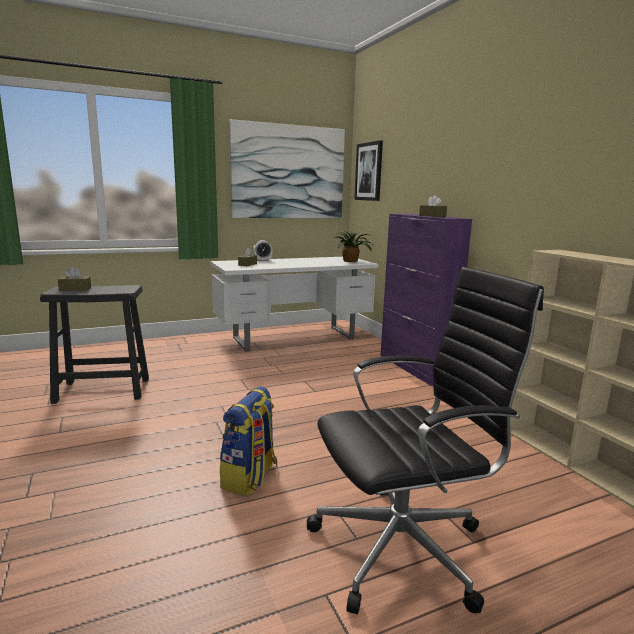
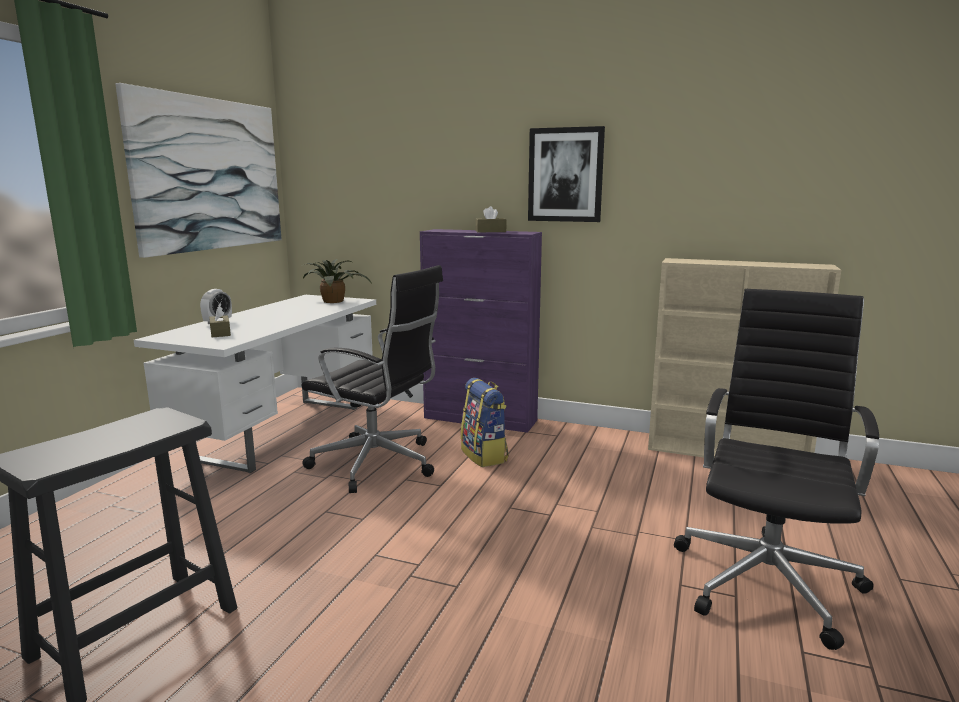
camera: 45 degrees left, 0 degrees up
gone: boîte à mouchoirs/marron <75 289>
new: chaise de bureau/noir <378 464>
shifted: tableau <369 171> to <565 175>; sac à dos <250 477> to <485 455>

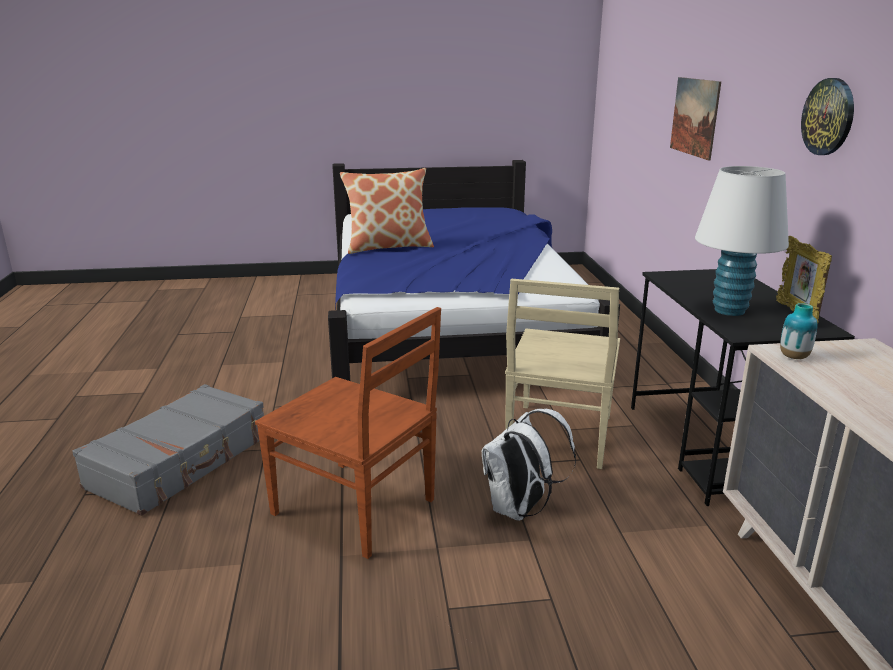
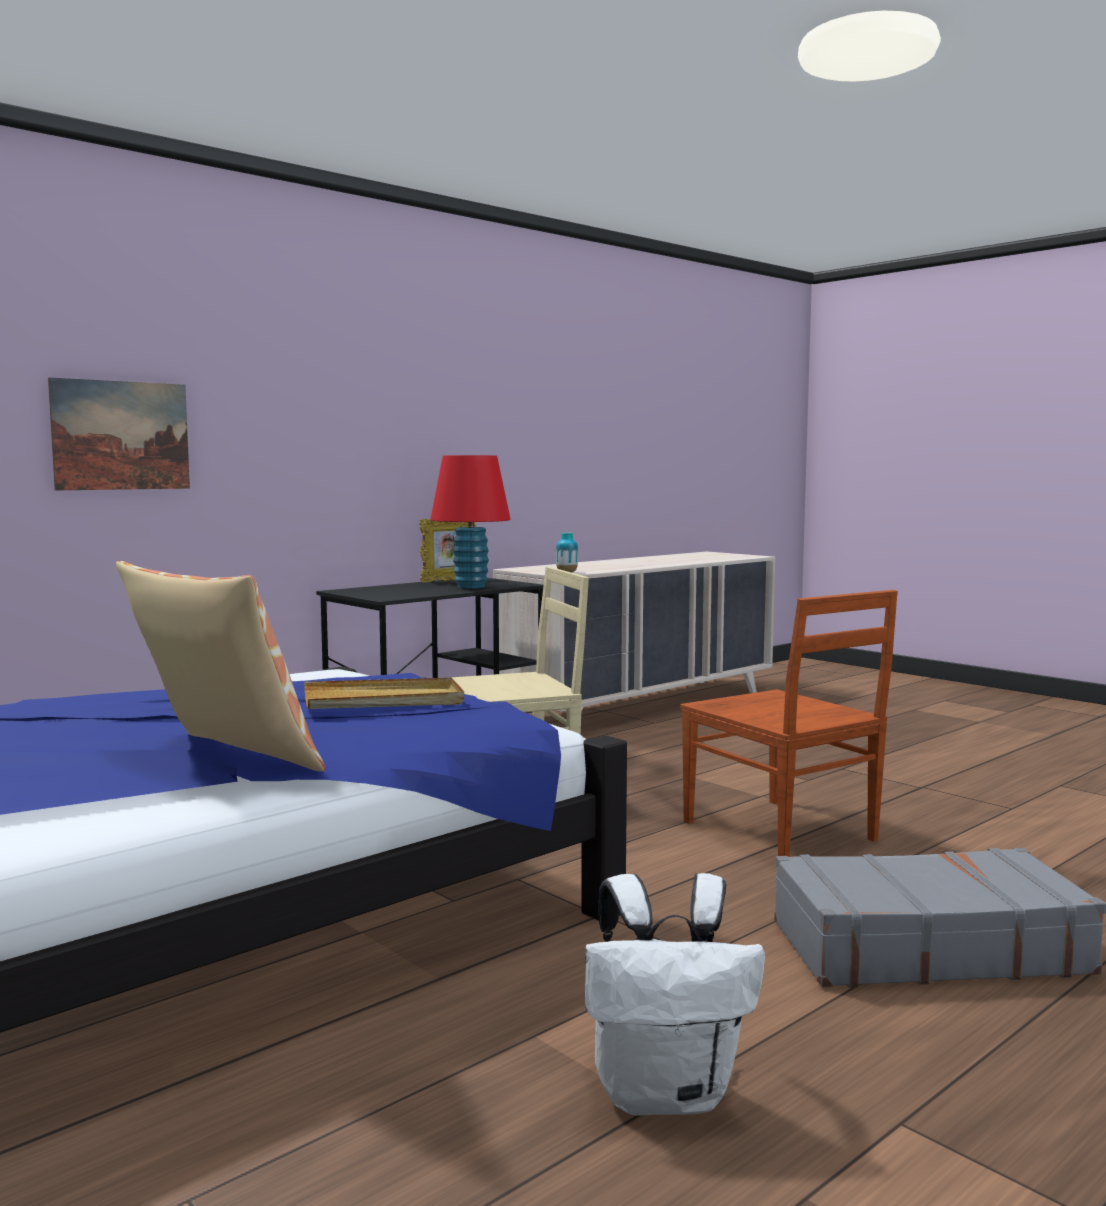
camera: 125 degrees left, 15 degrees down
gone: horloge murale <828 117>
new: plateau/beige <384 700>
shifted: sac à dos/blanc <520 509> to <666 1093>
repainted: lampe de table/blanc <729 311> to lampe de table/rouge <471 587>
rotated: chaise/marron <356 508> = <781 832> 150 degrees clockwise

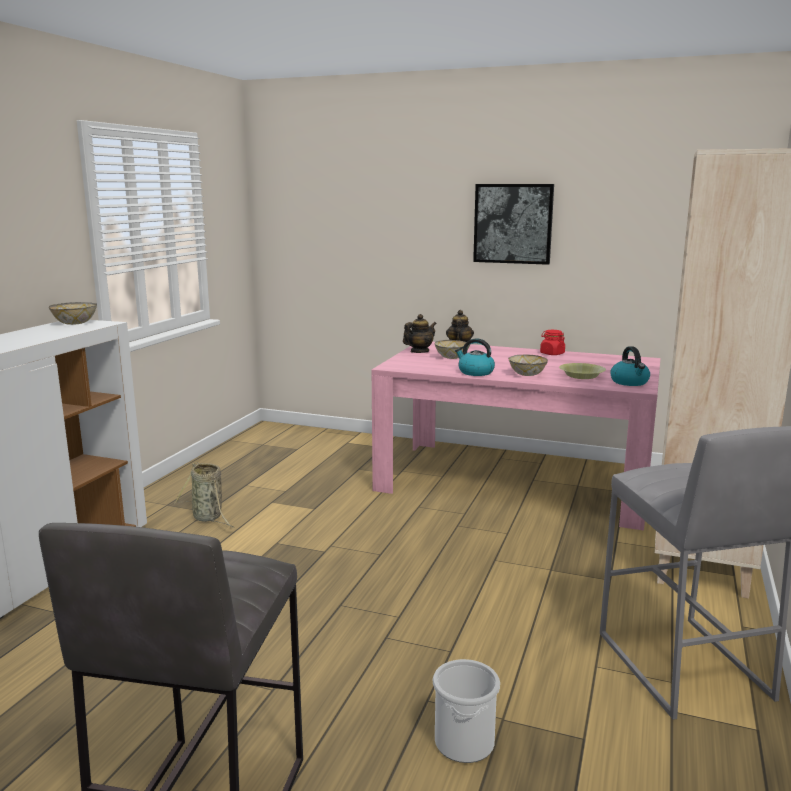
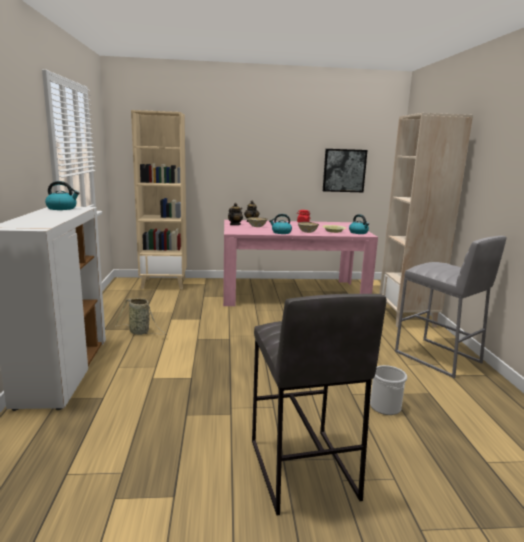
camera: 25 degrees left, 0 degrees up
new: bibliothèque/beige <164 283>
shifted: tableau <513 223> to <344 170>
swapped: bol <75 323> to bouilloire <62 208>

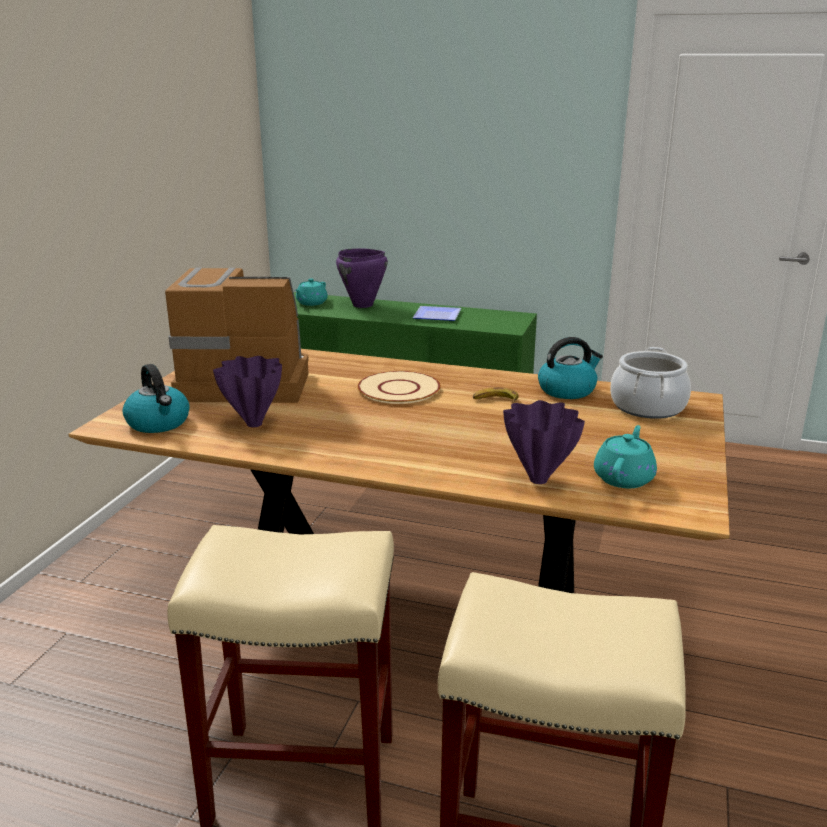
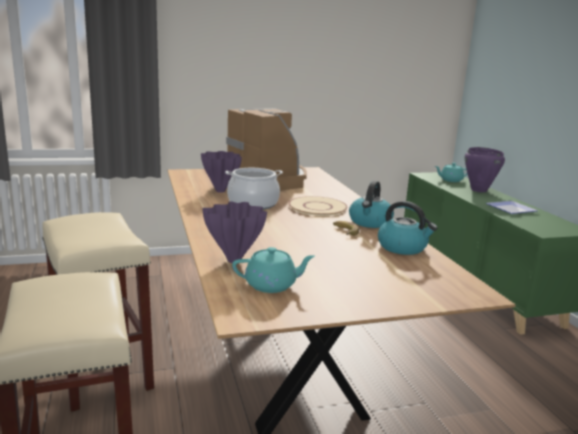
camera: 55 degrees right, 5 degrees down
shifted: marmite <647 407> to <253 204>; bouilloire <159 423> to <370 222>

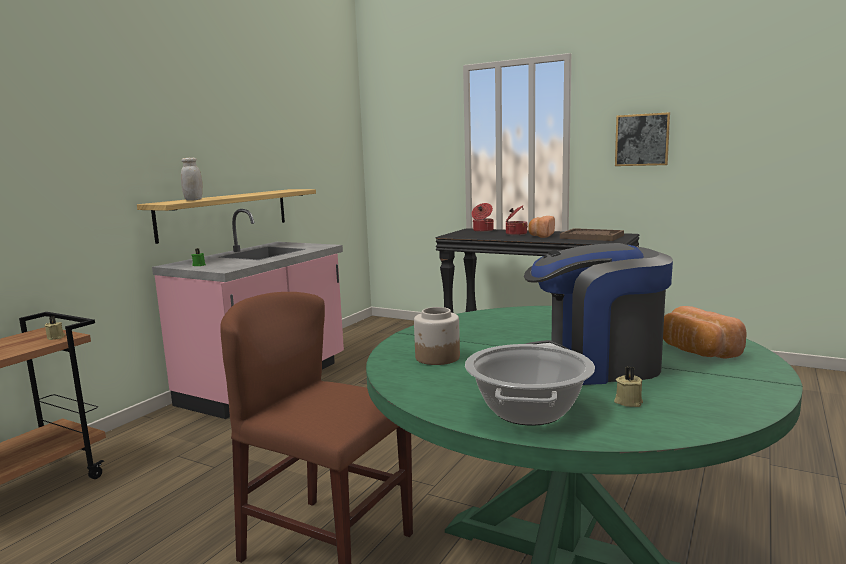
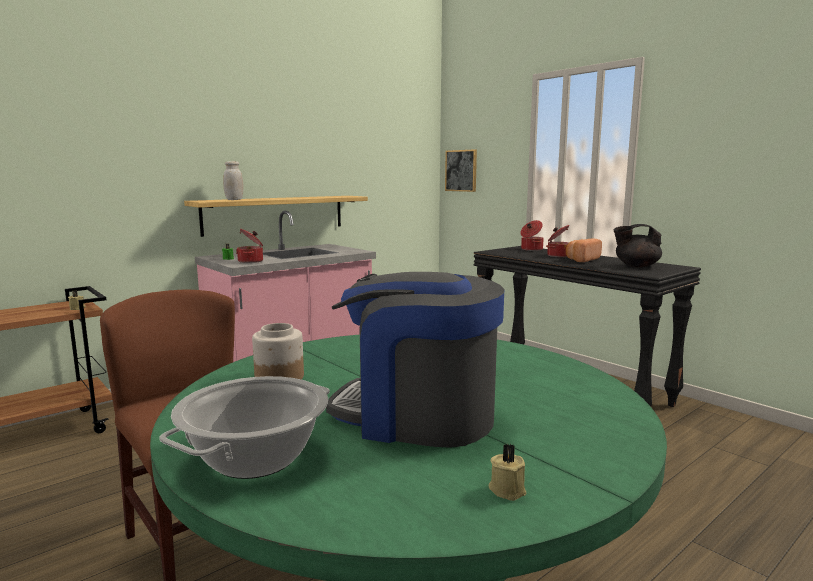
camera: 20 degrees right, 0 degrees up
gone: pain <696 351>
new: marmite <251 261>
shifted: tableau <642 140> to <461 170>; bougie/beige <628 401> to <507 489>
swapped: plateau/marron <591 237> to théière/noir <636 266>

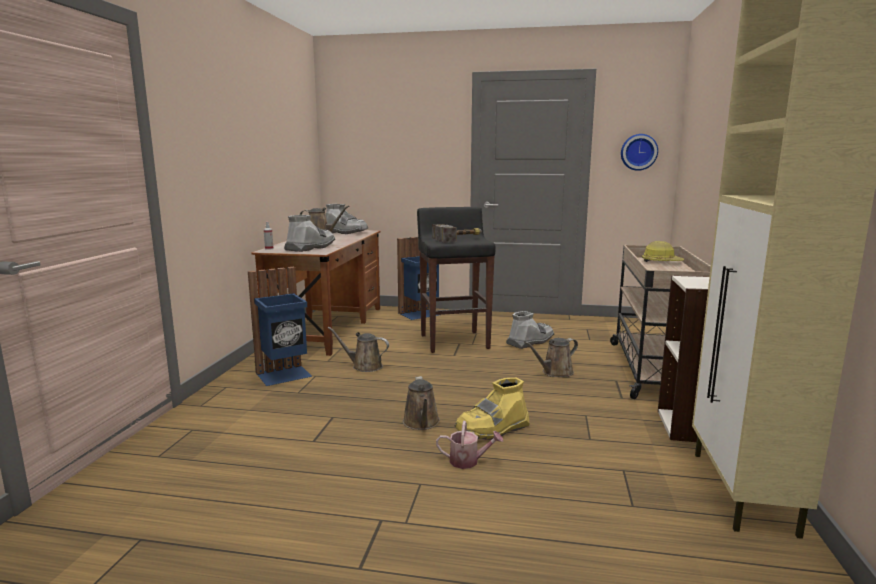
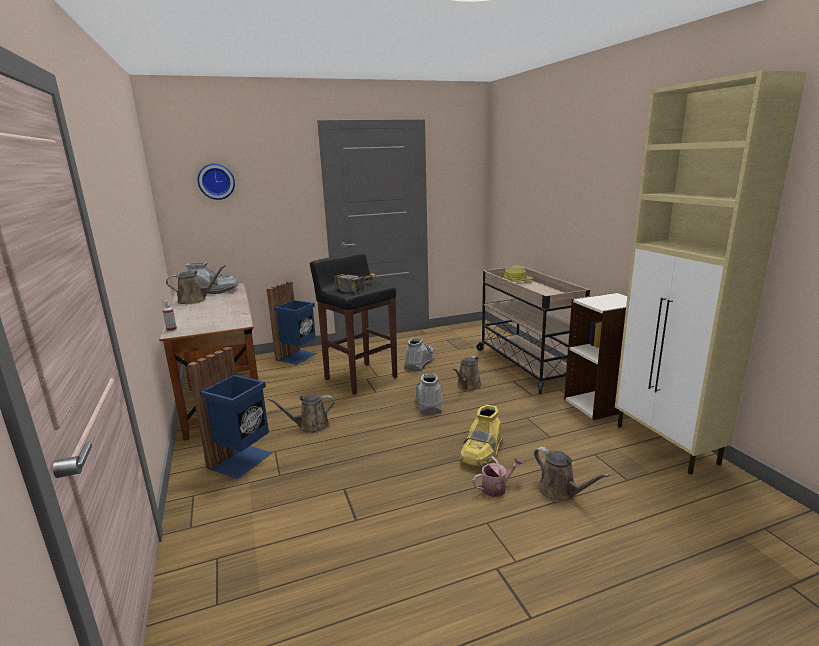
camera: 30 degrees left, 5 degrees up
shifted: horloge murale <638 152> to <216 181>; botte/gris <310 247> to <429 401>; arrosoir/marron <421 423> to <560 492>

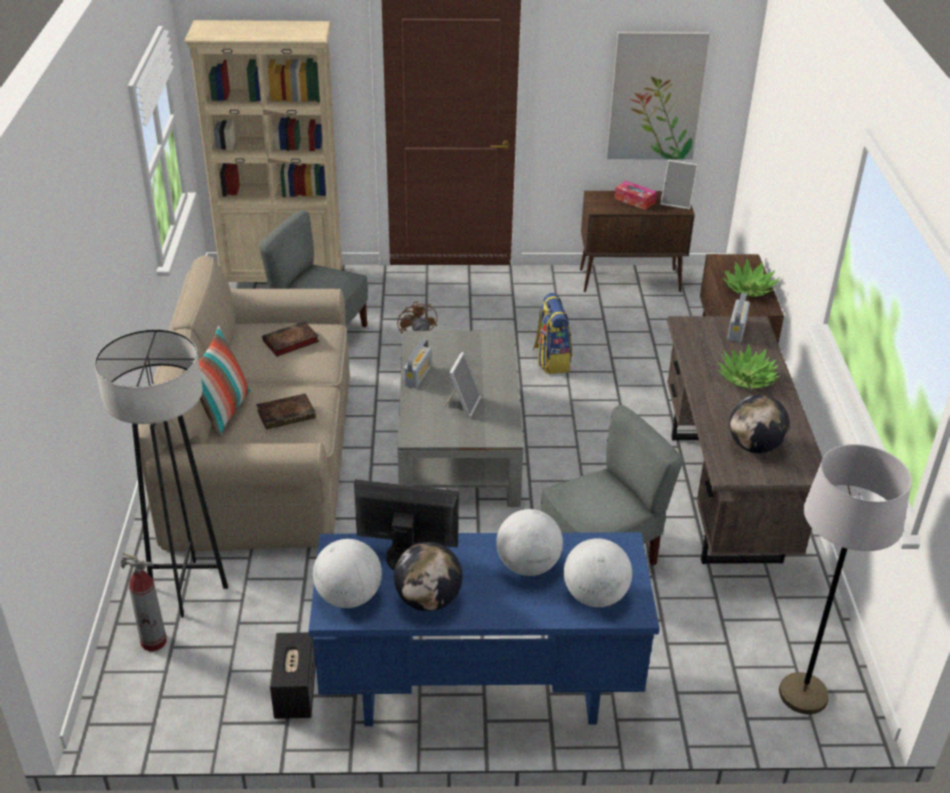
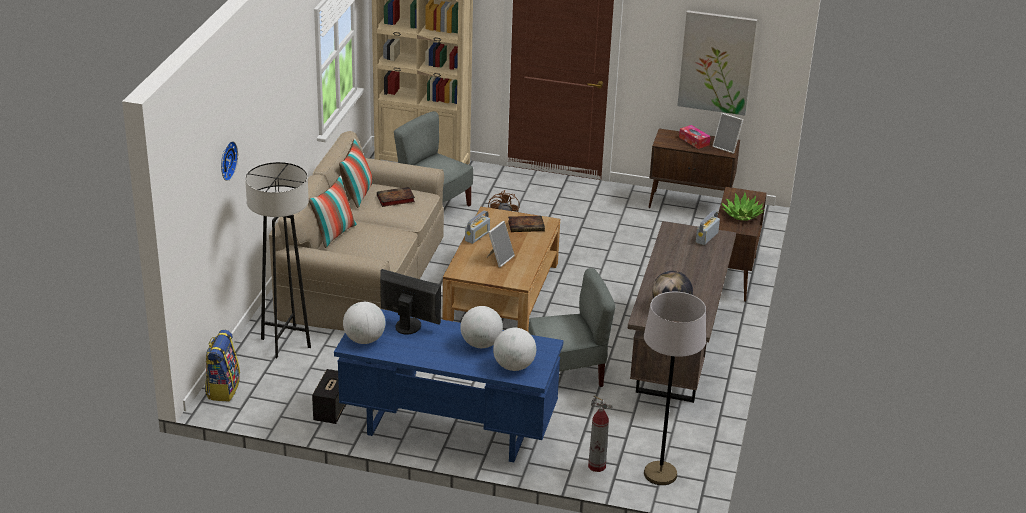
camera: 15 degrees right, 5 degrees down
gone: plante en pot <746 379>; globe <428 600>
new: coussin <357 195>; horloge murale <226 160>
shifted: sac à dos <551 360> to <223 388>; livre <287 414> to <527 226>; extincteur <154 641> to <597 466>
repainted: table basse/gris <458 443> to table basse/marron <502 292>

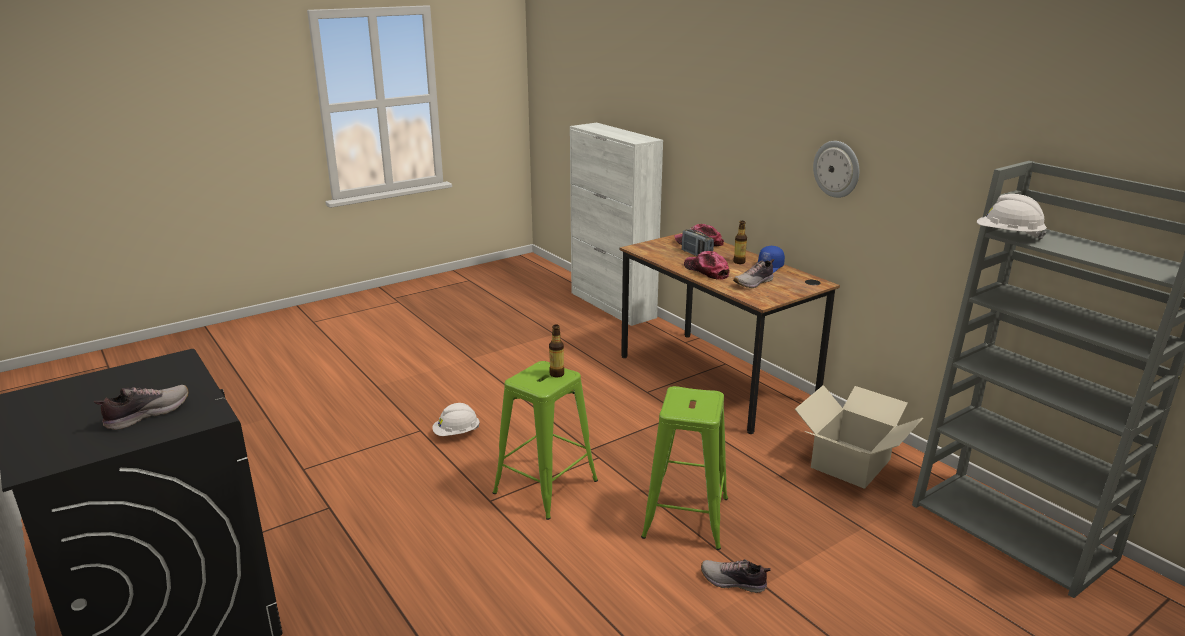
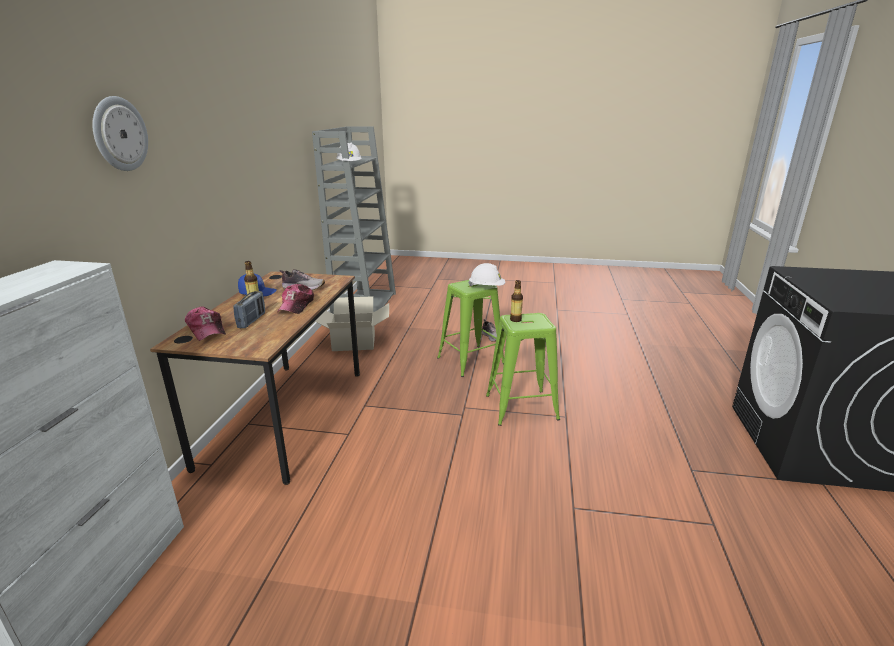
camera: 135 degrees left, 0 degrees up
gone: chaussure <146 414>
shifted: horloge murale <837 169> to <119 134>; casque de chantier/blanc <456 433> to <486 287>

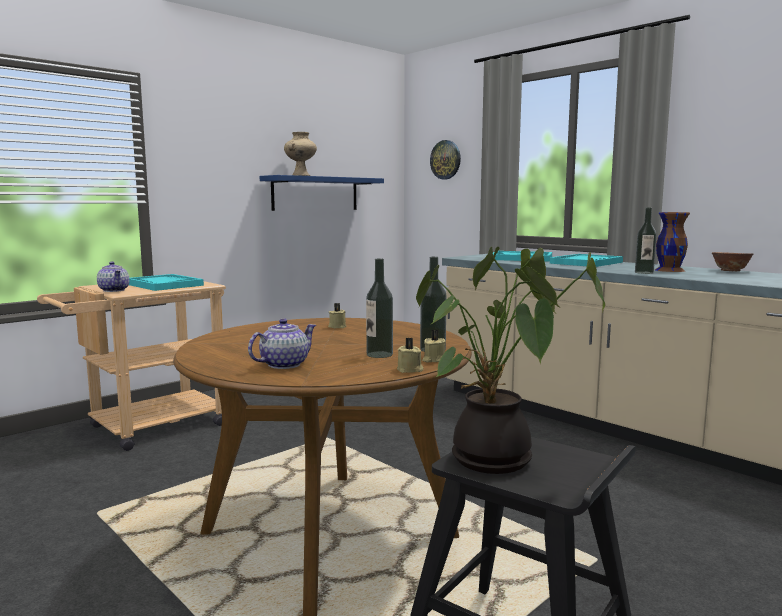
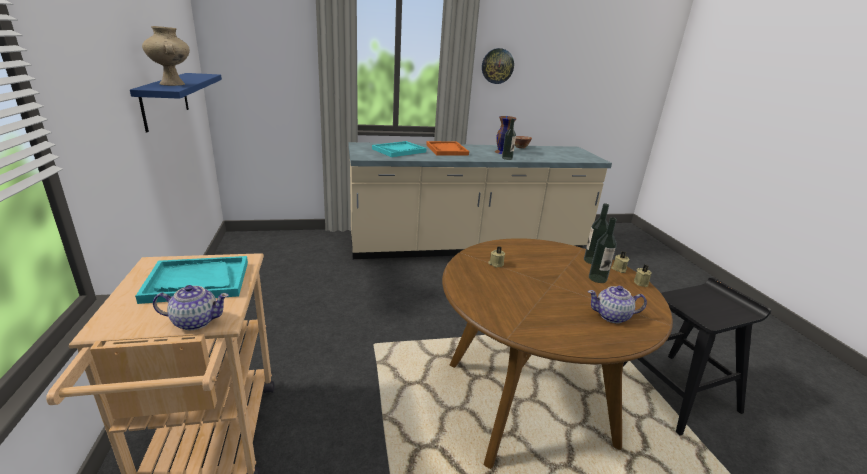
camera: 60 degrees left, 15 degrees up
gone: plante en pot <496 462>
shifted: horloge murale <445 160> to <497 66>
repainted: plateau/turquoise <586 263> to plateau/orange <447 150>
rotated: théière <283 364> = <612 316> 75 degrees counterclockwise

